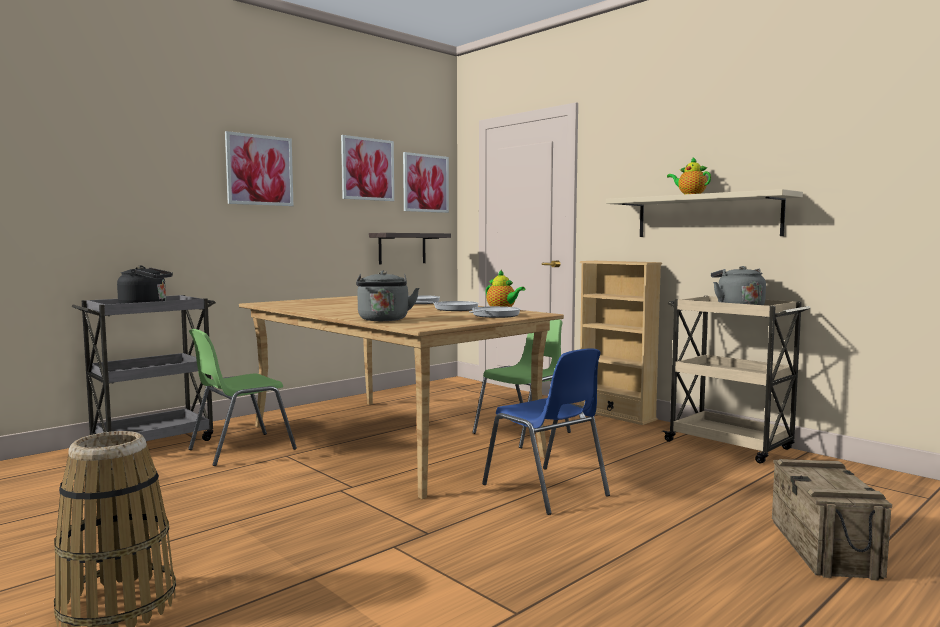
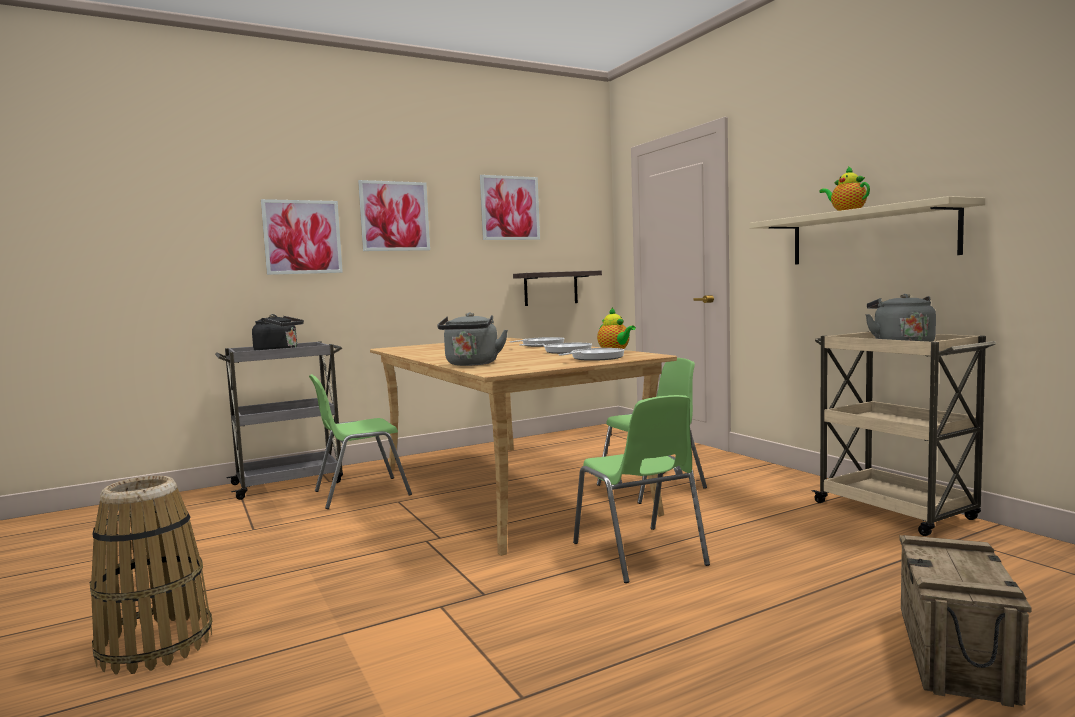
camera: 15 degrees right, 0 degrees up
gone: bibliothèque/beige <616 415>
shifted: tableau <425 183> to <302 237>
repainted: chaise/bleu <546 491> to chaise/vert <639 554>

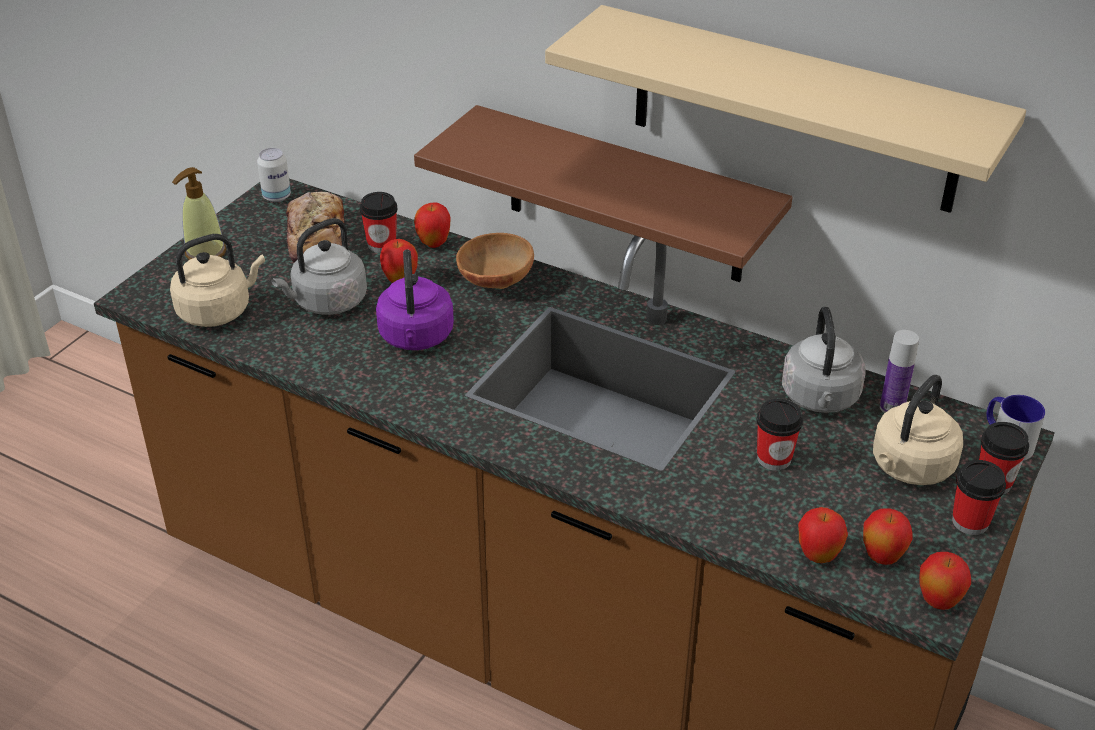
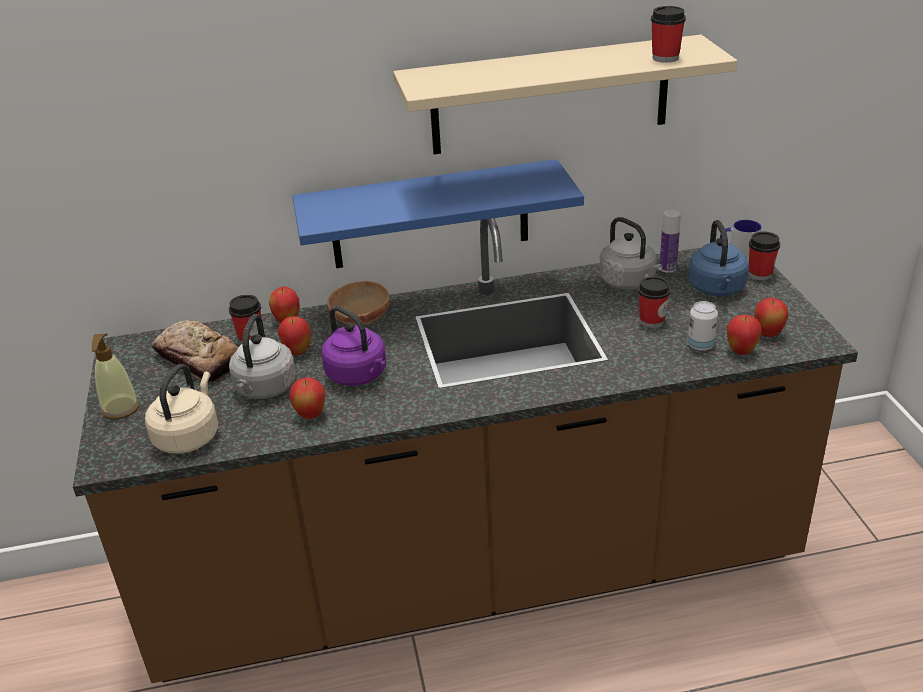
camera: 40 degrees left, 5 degrees down
shifted: boîte métallique <276 196> to <700 345>; tasse <970 522> to <665 58>; pomme <938 602> to <311 415>
repainted: étagère/marron <625 196> to étagère/bleu <430 215>; bouilloire/beige <910 468> to bouilloire/bleu <717 289>

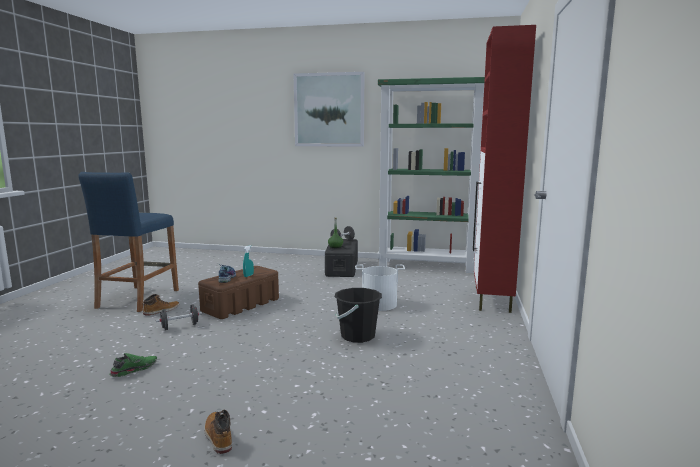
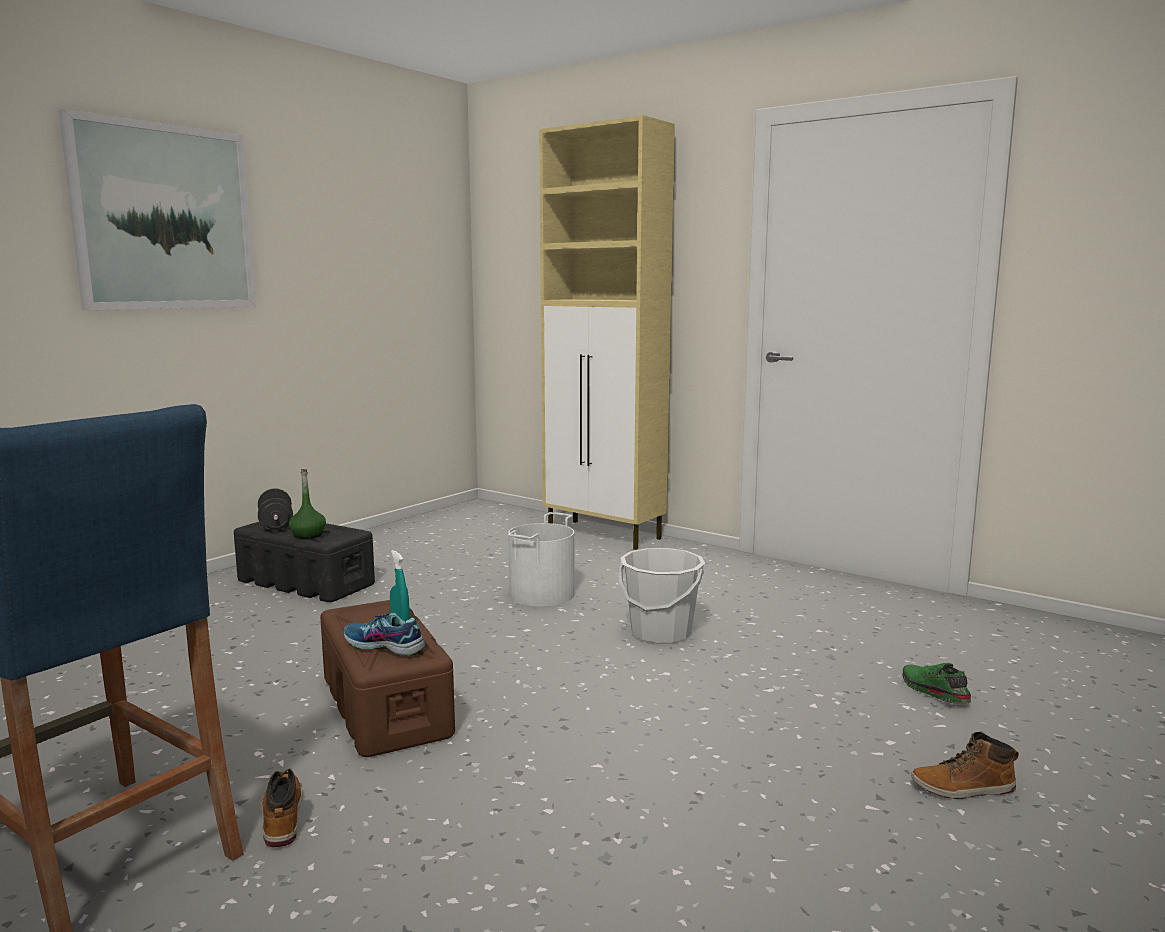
camera: 65 degrees left, 0 degrees up
gone: bibliothèque/vert <427 266>; haltère/noir <180 326>
shifted: chaussure/vert <134 369> to <933 692>
repainted: meuble de rangement/rouge <492 299> to meuble de rangement/beige <605 535>; seau/noir <357 336> to seau/blanc <660 633>

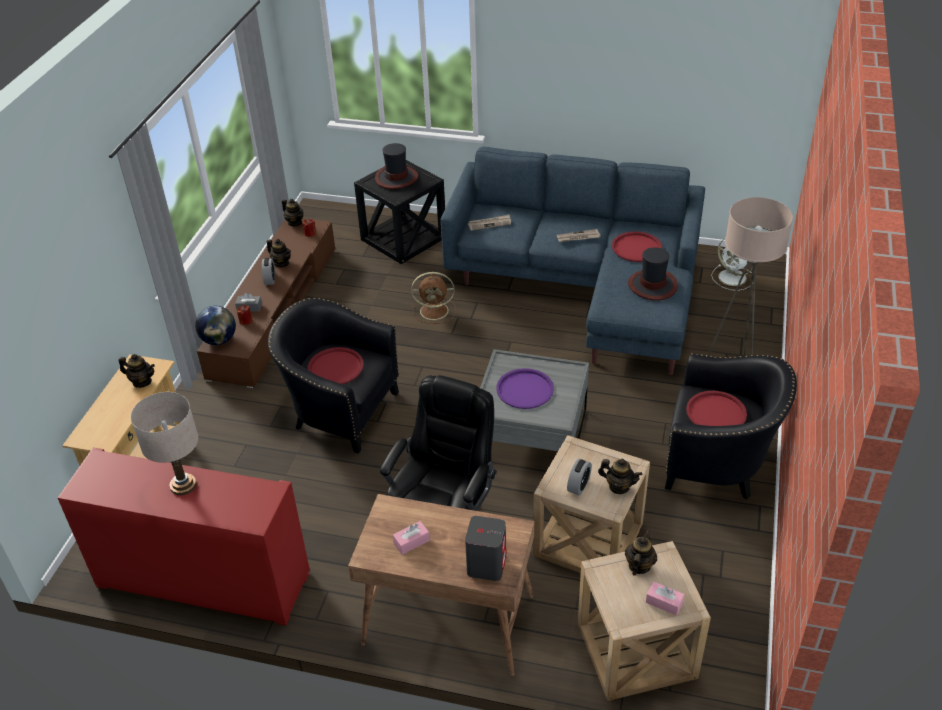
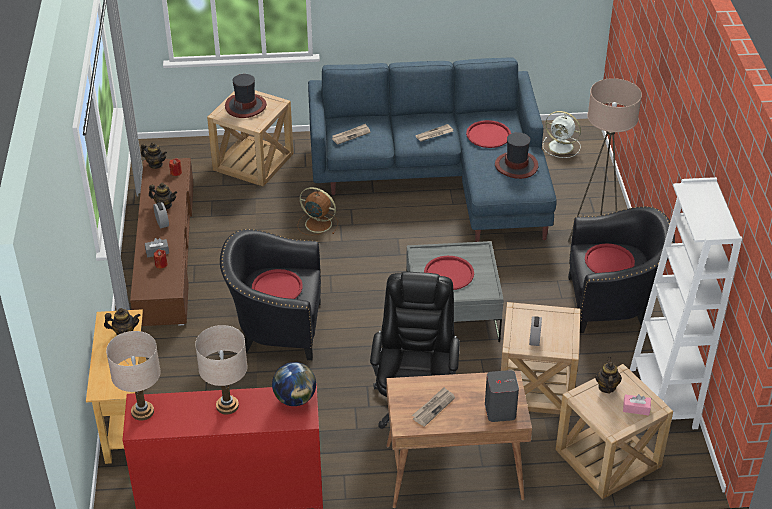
camera: 20 degrees left, 0 degrees up
gone: théière <619 487>
new: bibliothèque/blanc <663 398>; lampe de table/beige <142 412>
shifted: globe <219 340> to <295 399>
swapped: boîte à mouchoirs/rose <411 542> to journal <433 407>
repainted: table d'appoint/noir <403 238> to table d'appoint/beige <253 162>; plateau/violet <525 389> to plateau/rouge <449 274>
rotated: ventilateur/marron <435 311> = <317 223> 135 degrees counterclockwise

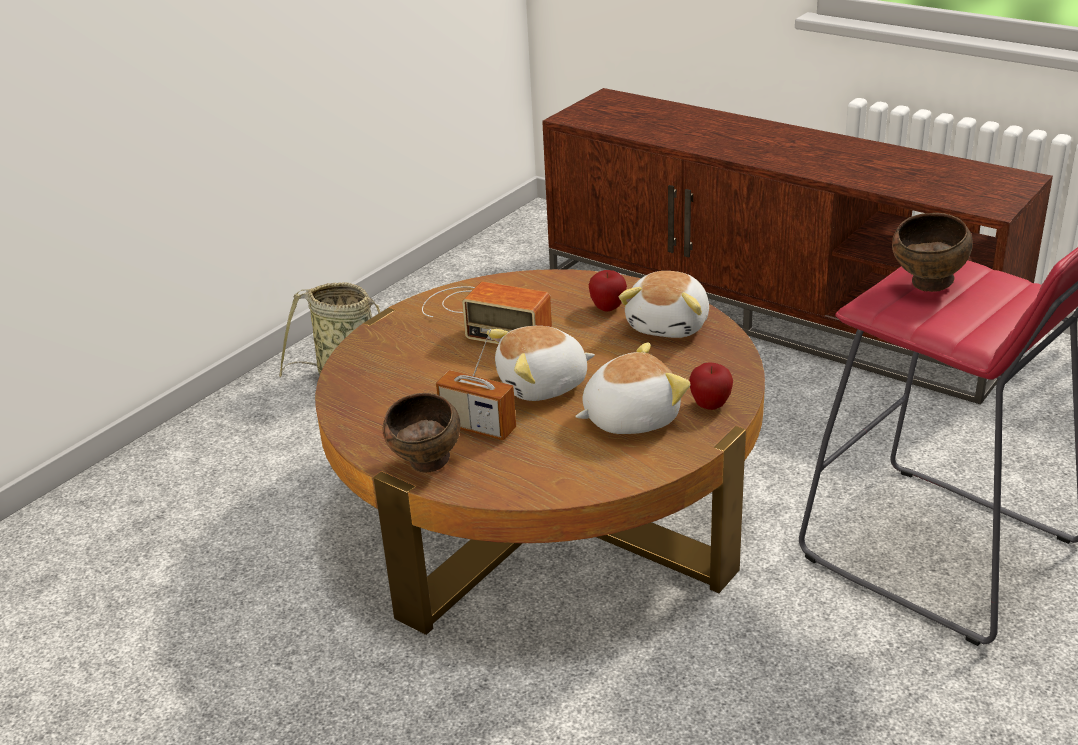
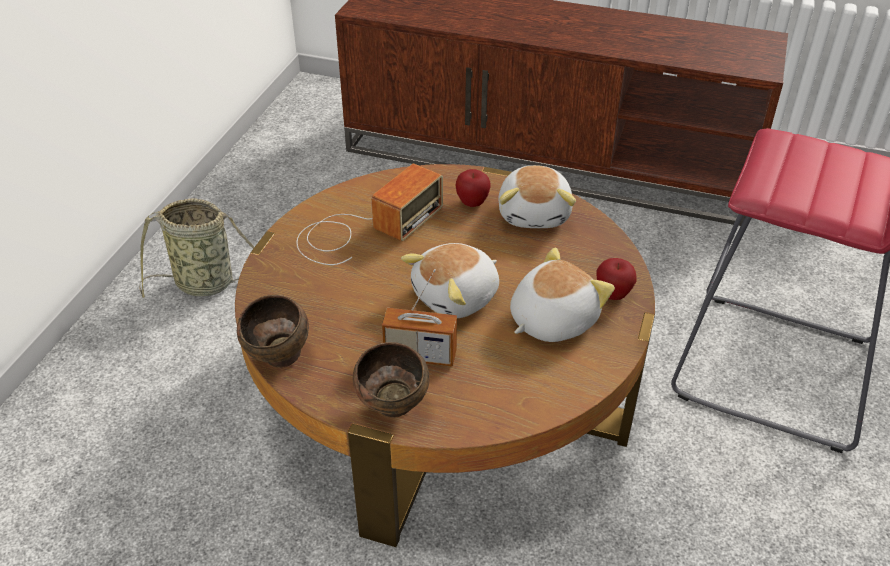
camera: 20 degrees left, 10 degrees up
shifted: bol/marron <928 286> to <279 359>
rotated: radio <484 317> = <364 229> 60 degrees counterclockwise

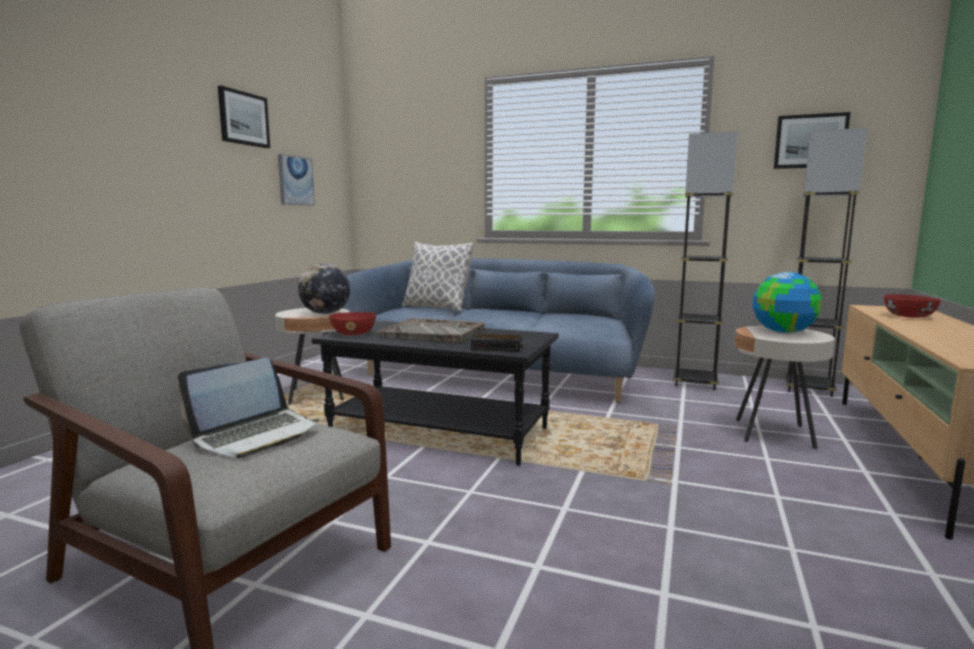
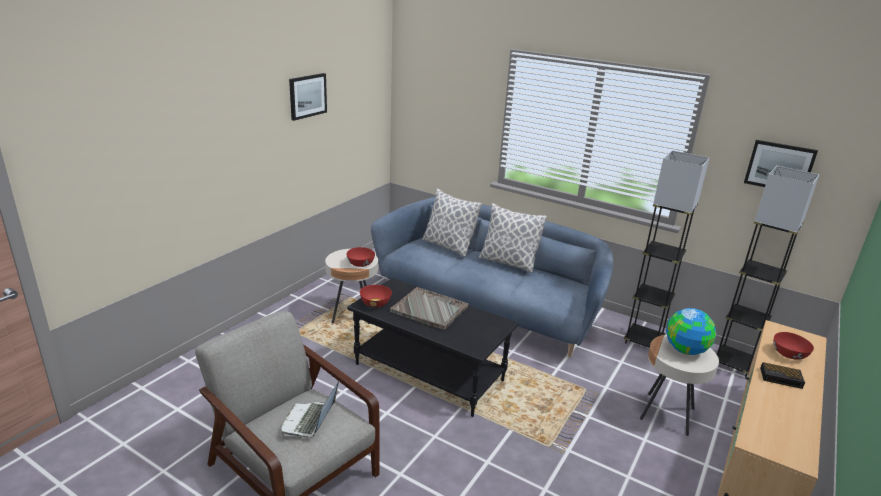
camera: 10 degrees right, 15 degrees up
gone: tableau <295 180>
new: coussin <508 262>
shifted: réveil <497 347> to <781 378>
swapped: globe <325 313> to bol/rouge <360 264>
rotated: ordinateur portable <255 435> = <310 421> 135 degrees clockwise

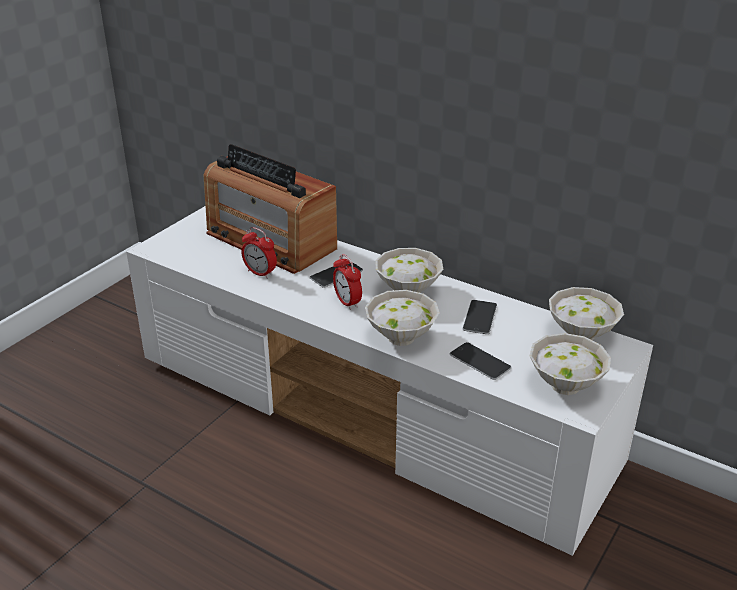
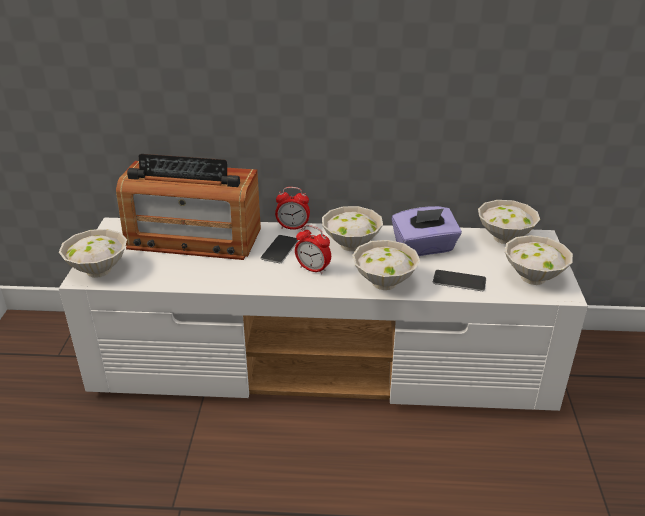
camera: 30 degrees left, 0 degrees up
new: bol/blanc <100 270>
shifted: réveil <260 273> to <293 227>
swapped: téléphone <480 317> to boîte à mouchoirs/violet <424 248>

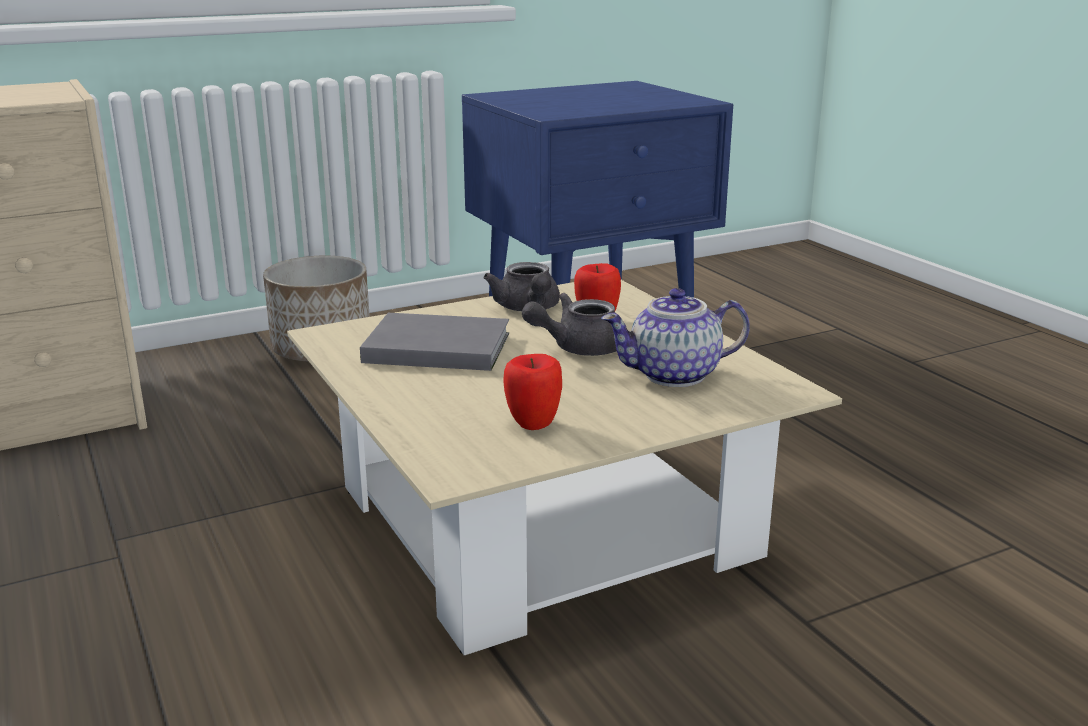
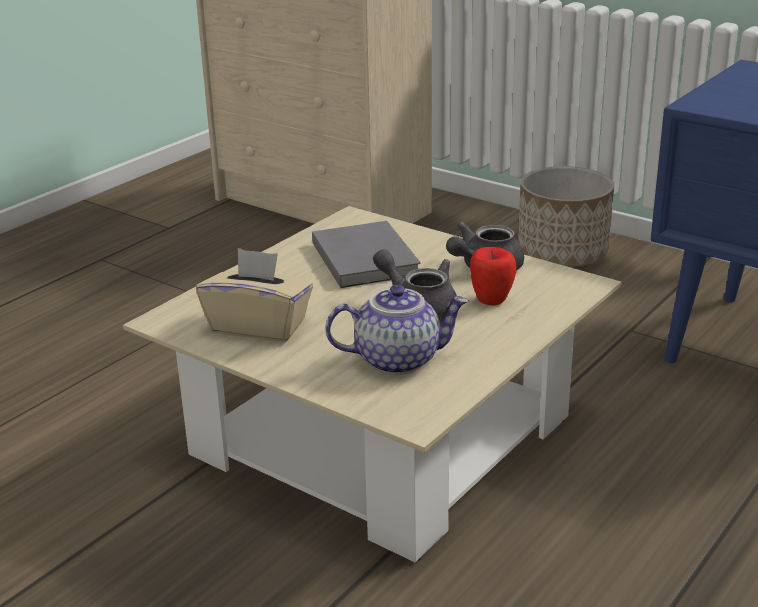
camera: 65 degrees right, 5 degrees up
swapped: pomme <533 424> to boîte à mouchoirs/beige <259 326>
rotated: théière <674 376> = <398 359> 120 degrees clockwise

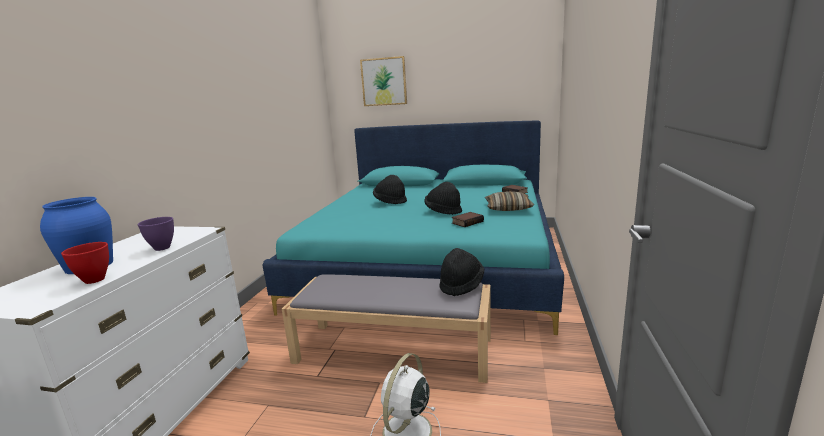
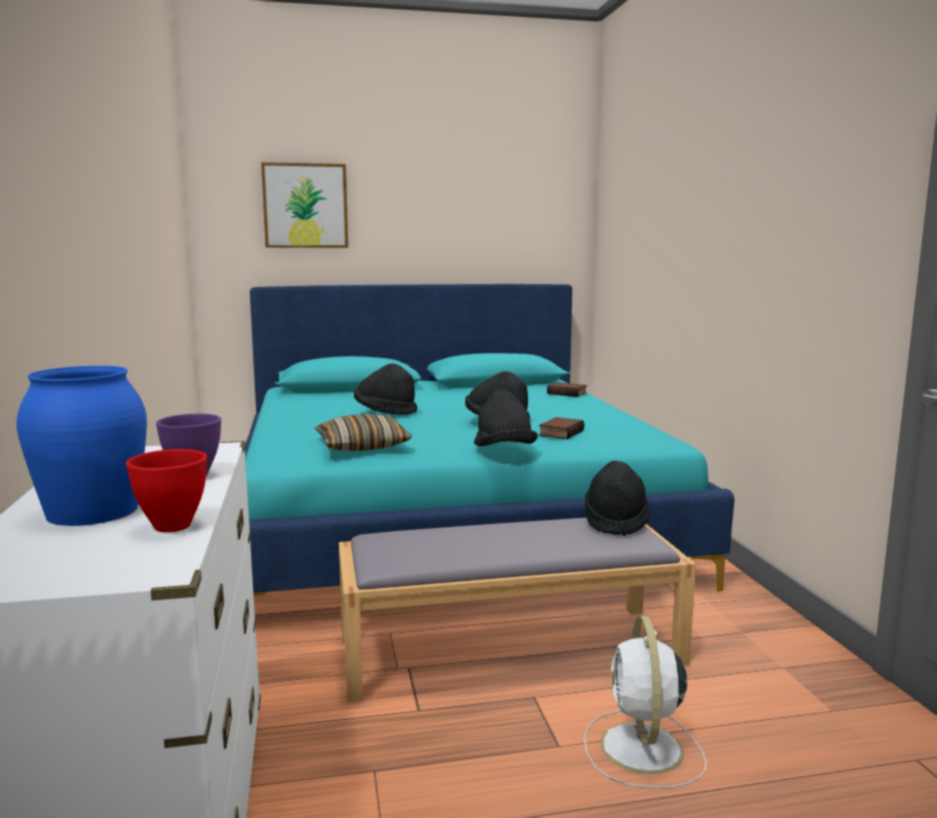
camera: 25 degrees left, 5 degrees down
new: chapeau/noir <504 451>
shifted: coussin <508 208> to <362 446>

